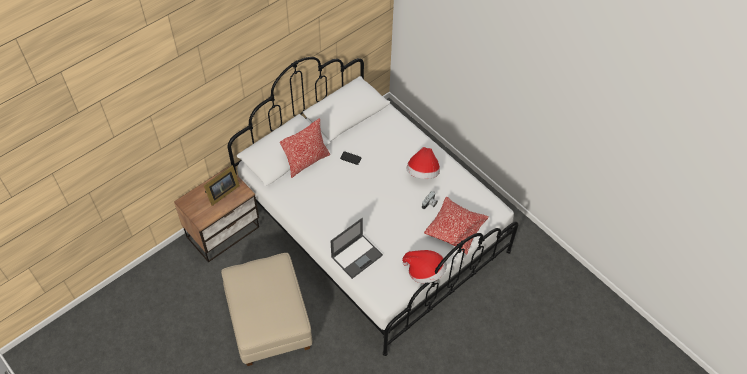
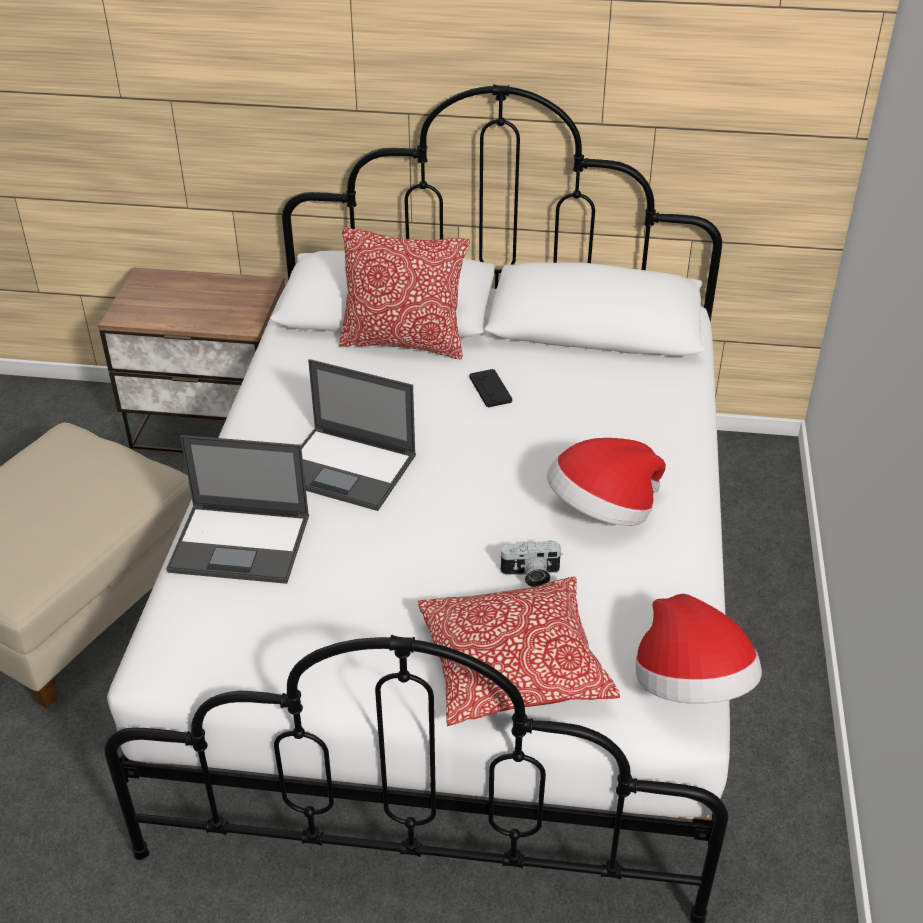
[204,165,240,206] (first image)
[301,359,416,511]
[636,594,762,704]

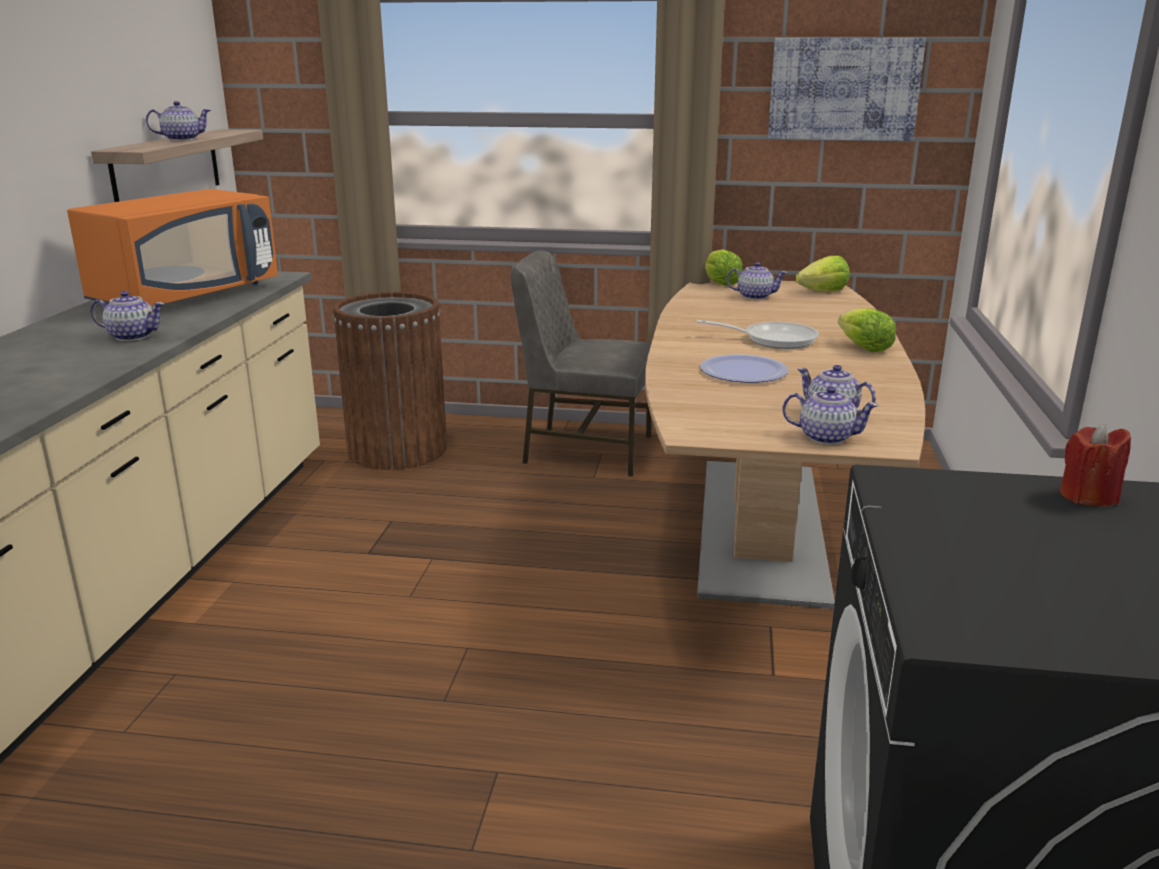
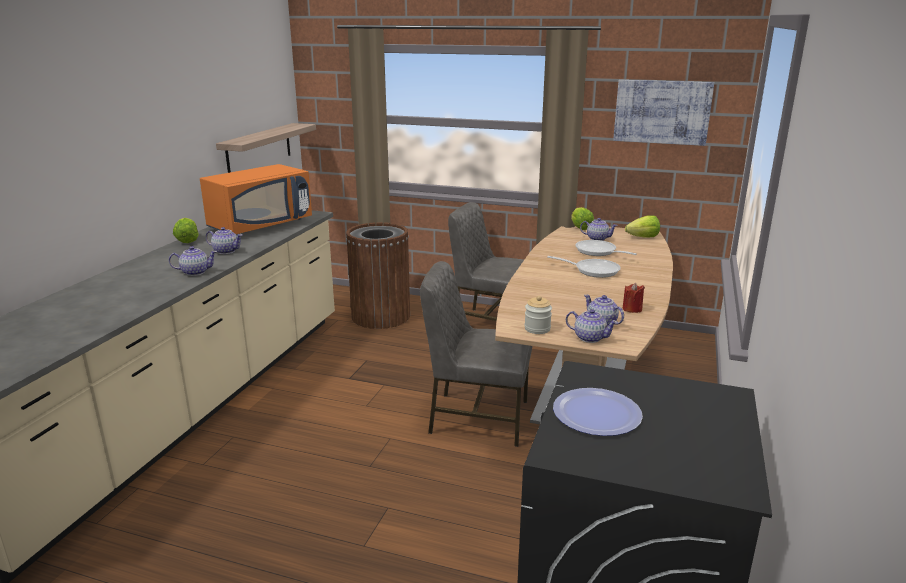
[420,261,533,447]
[524,296,552,334]
[575,240,637,256]
[169,246,217,276]
[553,388,643,436]
[173,218,199,243]
[622,283,645,313]

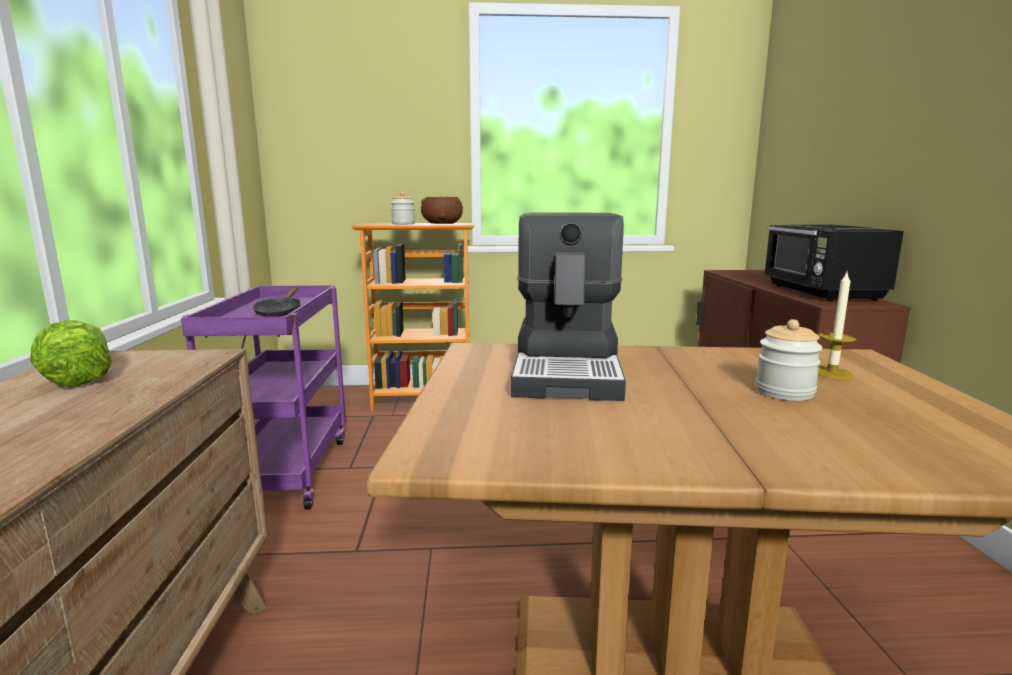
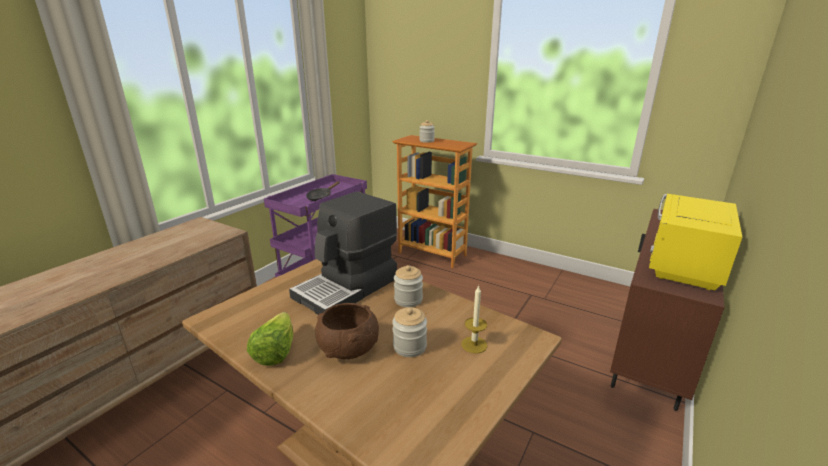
[394,265,423,307]
[247,312,293,366]
[315,303,379,359]
[649,194,742,290]

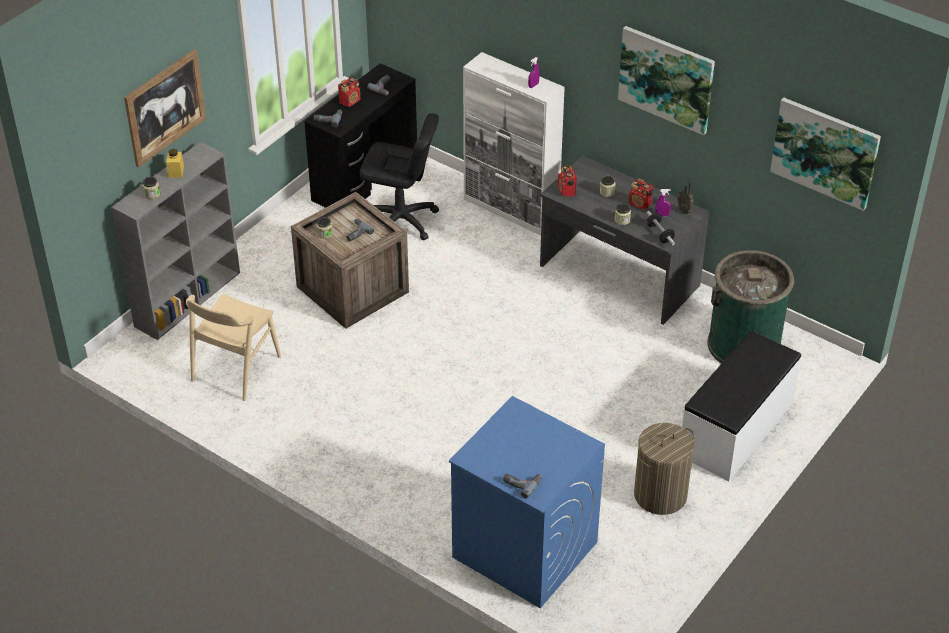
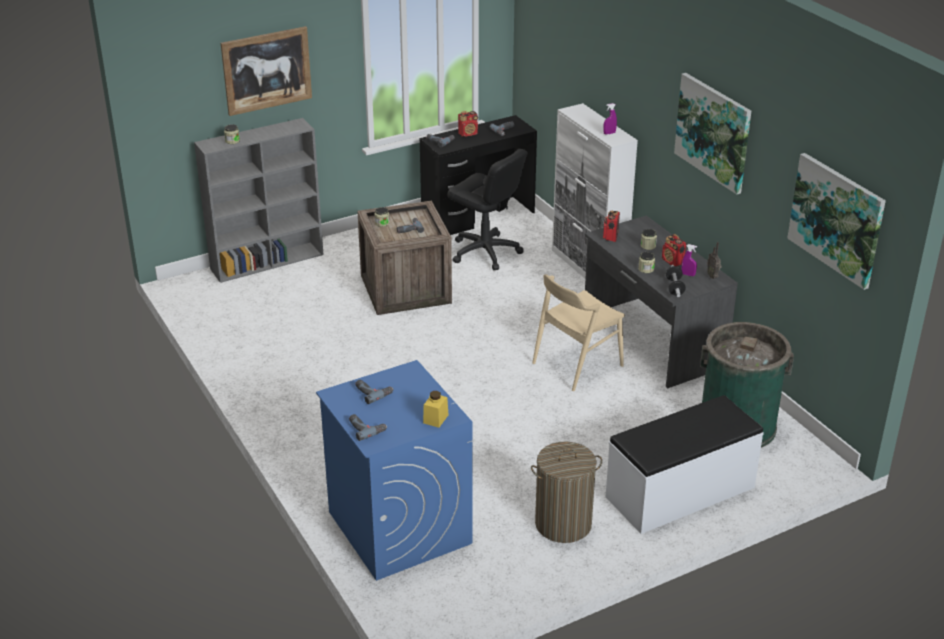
[355,380,393,404]
[423,391,449,428]
[532,274,625,391]

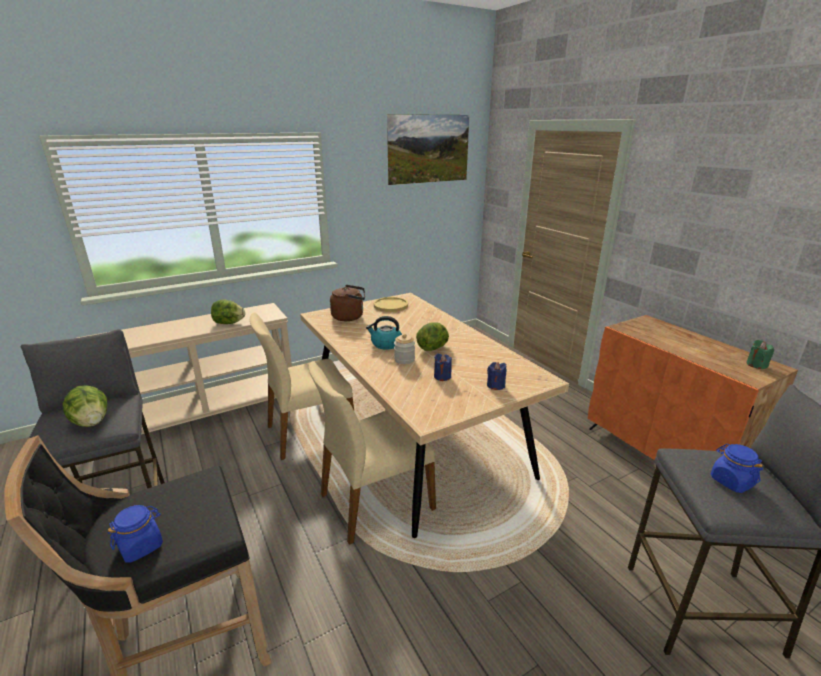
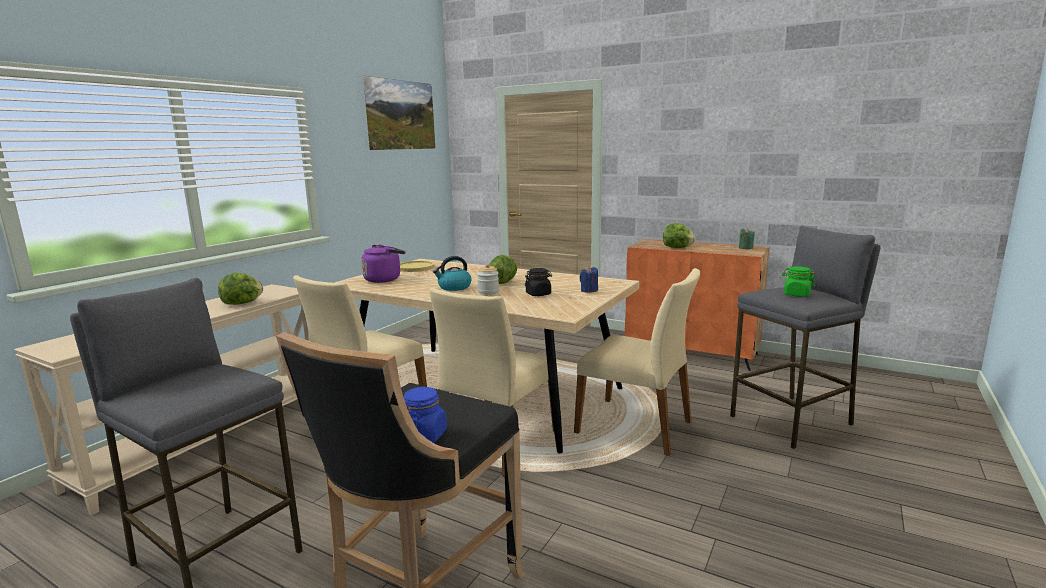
[574,268,700,456]
[663,223,695,248]
[525,268,552,296]
[361,245,405,283]
[782,266,815,297]

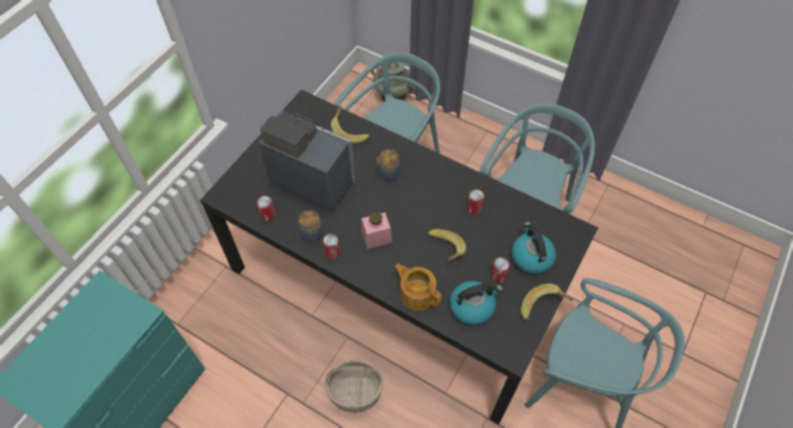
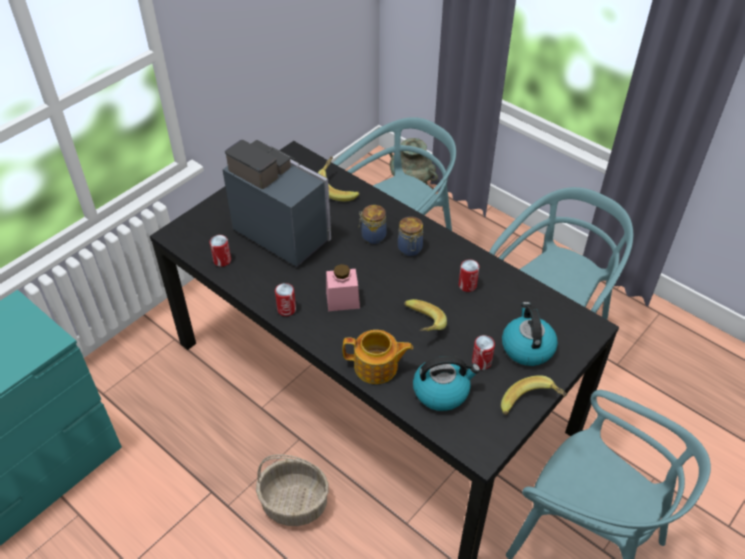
[398,217,423,256]
[343,330,413,384]

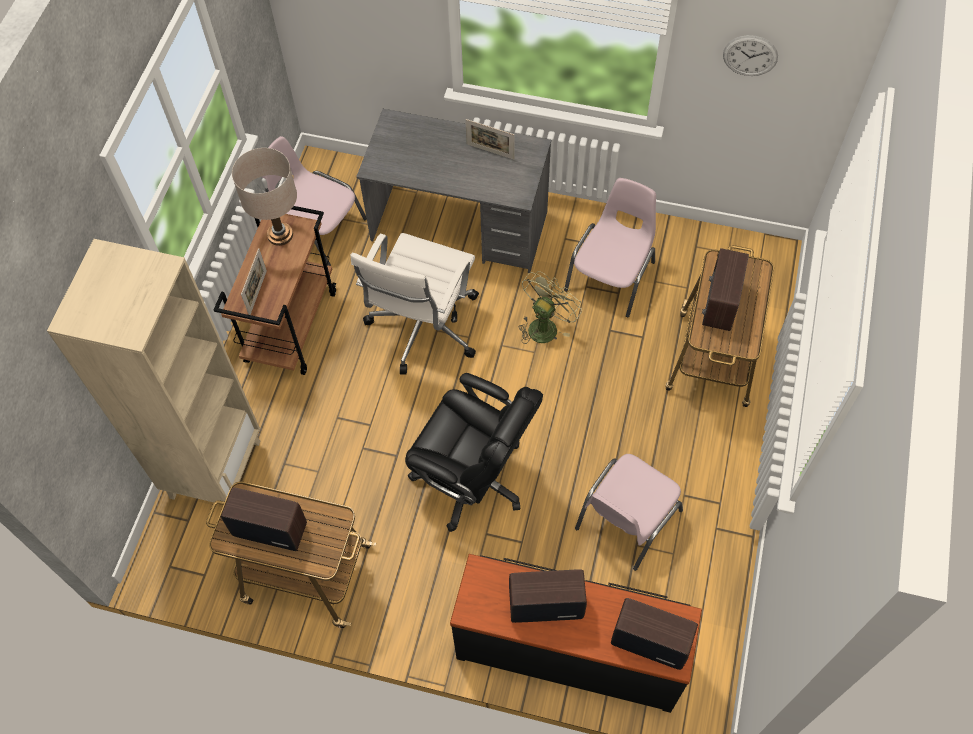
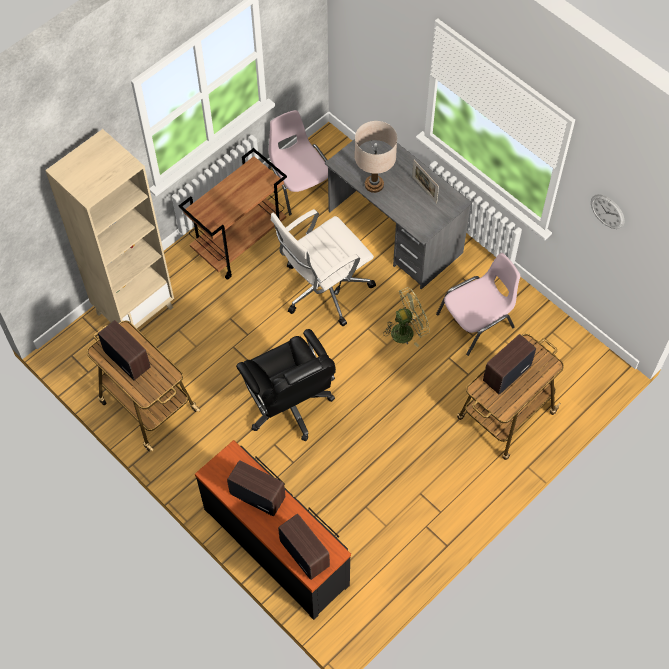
[241,248,267,315] (first image)
[575,454,683,571] (first image)
[355,121,397,193]

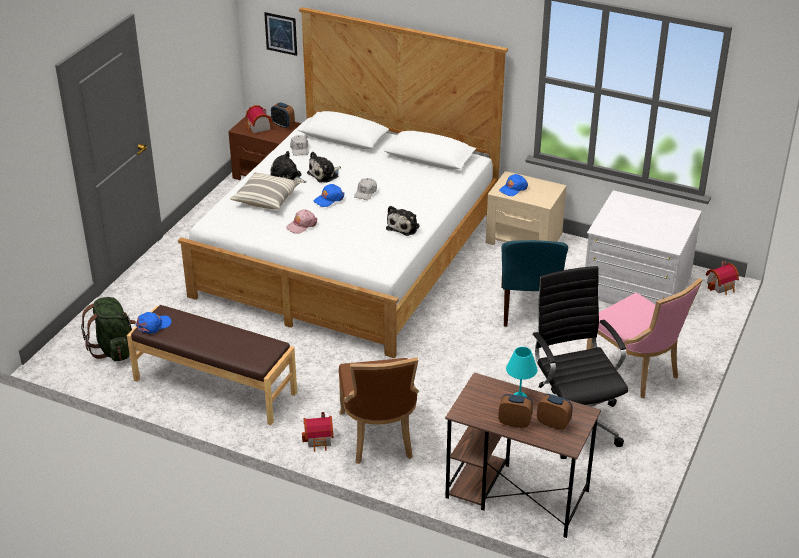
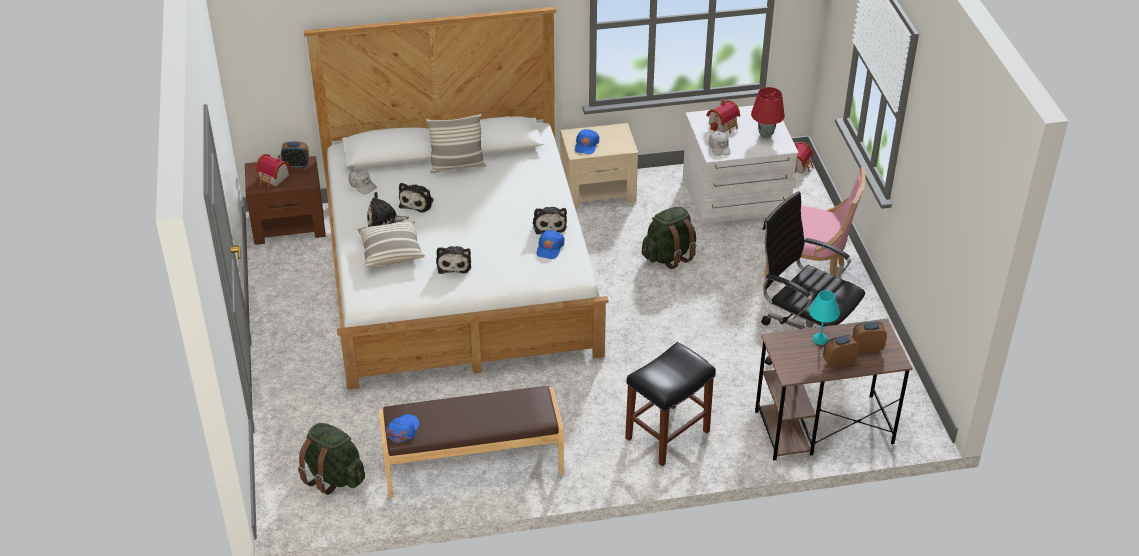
[264,12,297,56] (first image)
[426,114,486,174]
[751,87,785,138]
[706,99,740,134]
[536,230,565,259]
[709,131,731,156]
[436,246,471,274]
[625,342,716,466]
[642,207,696,269]

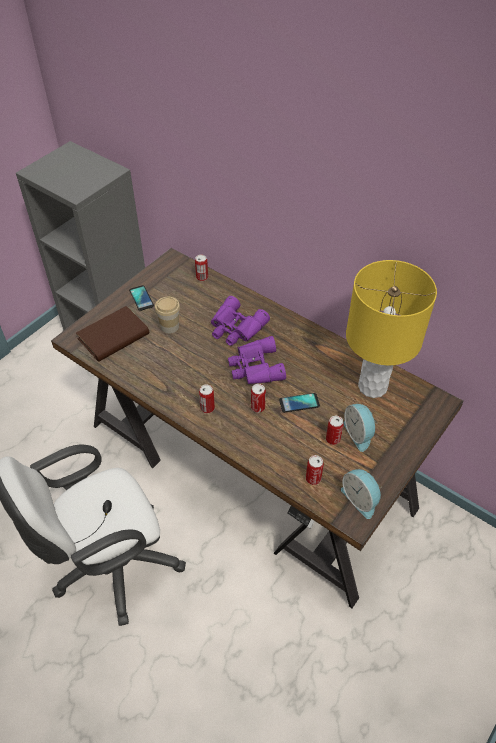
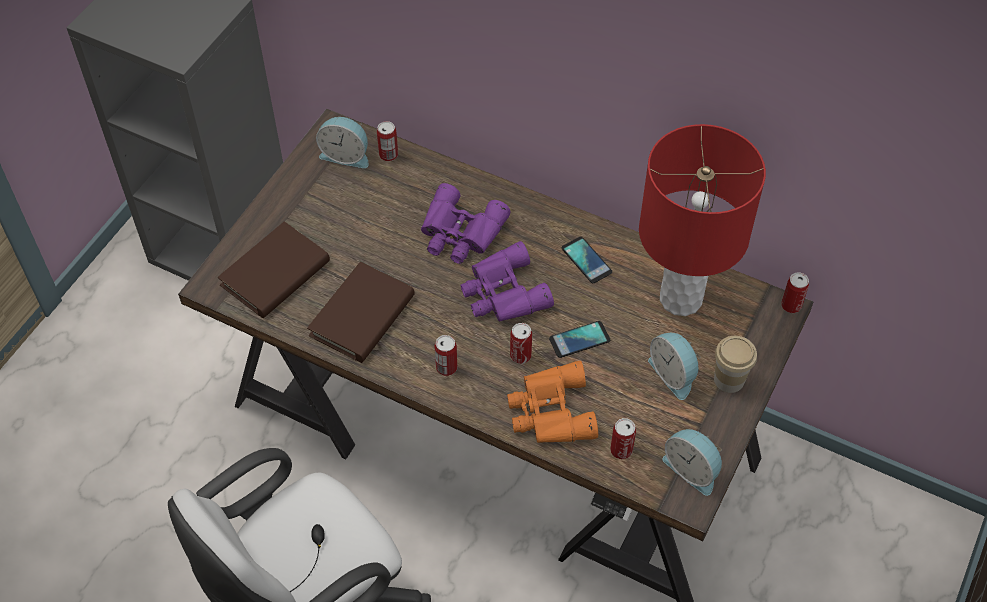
[307,262,415,363]
[316,117,368,168]
[507,361,598,443]
[562,237,612,283]
[714,336,757,393]
[781,272,809,313]
[639,124,766,316]

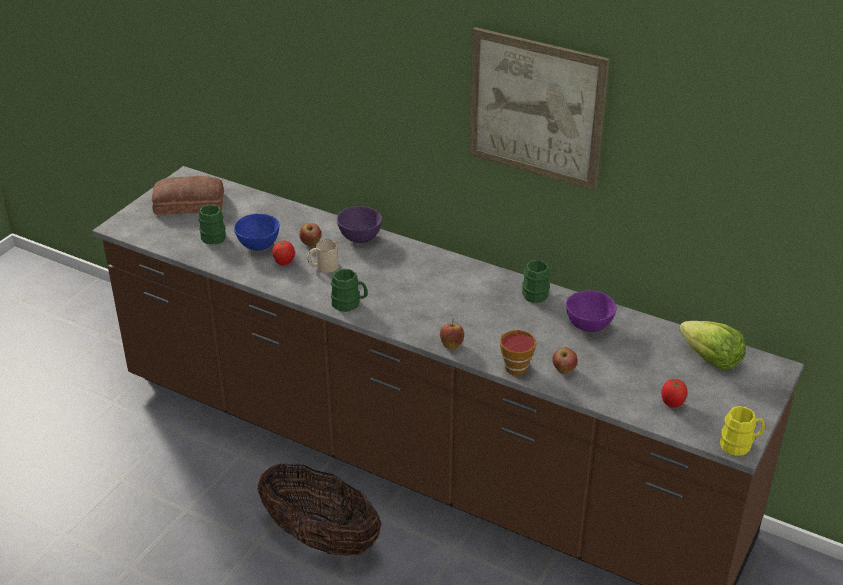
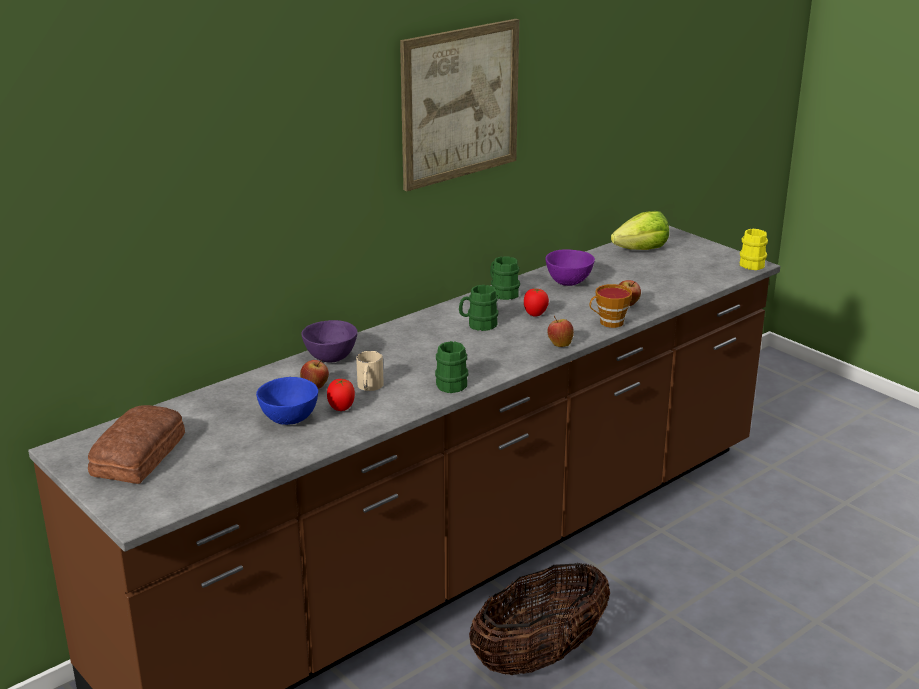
[459,285,499,331]
[524,289,549,317]

